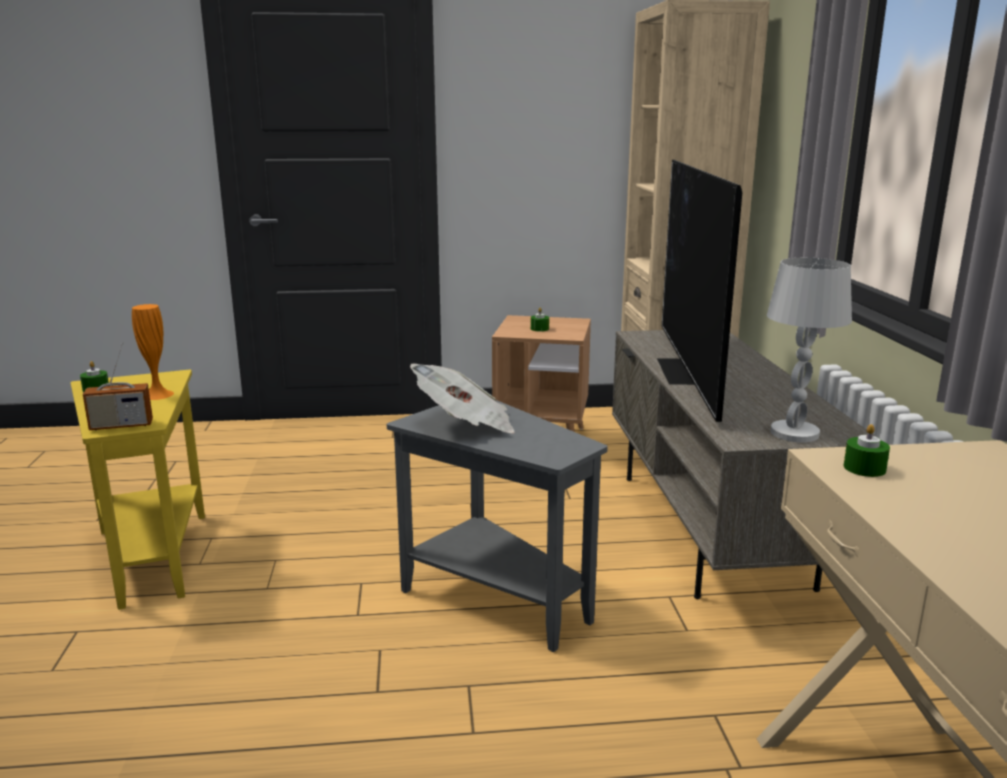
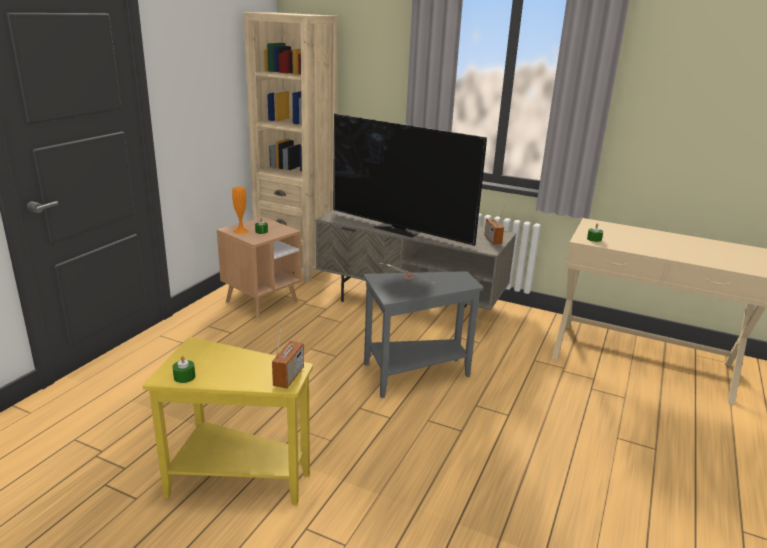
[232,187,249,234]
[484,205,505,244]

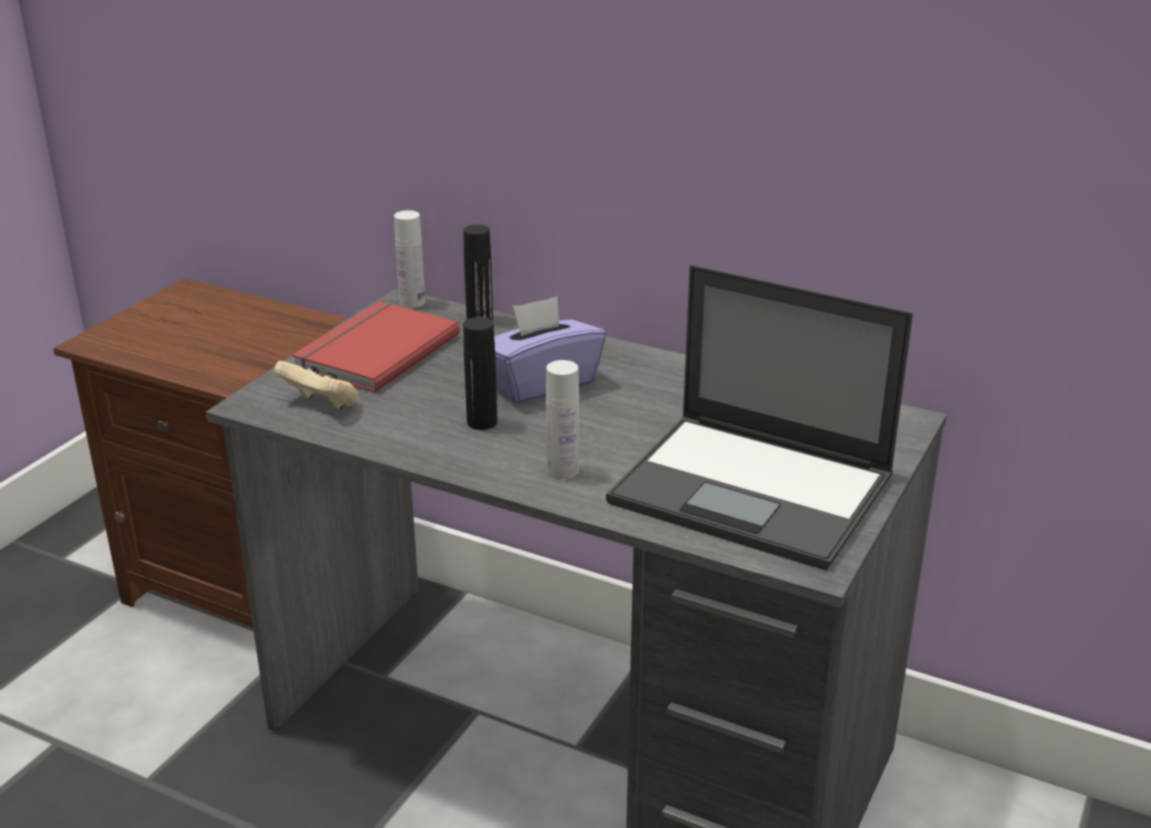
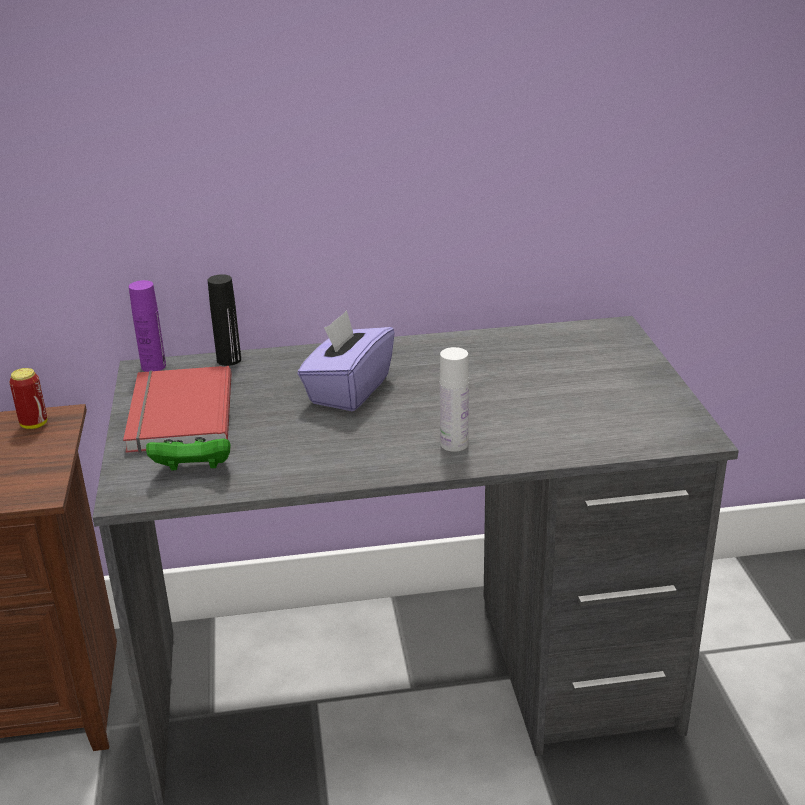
[463,317,497,430] (first image)
[606,265,913,571] (first image)
[9,368,47,429]
[146,437,230,471]
[129,280,166,372]

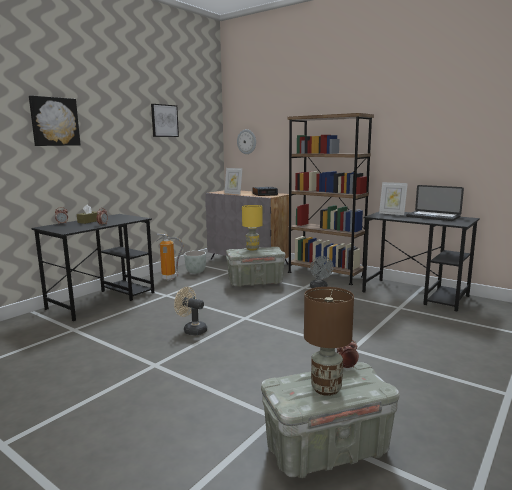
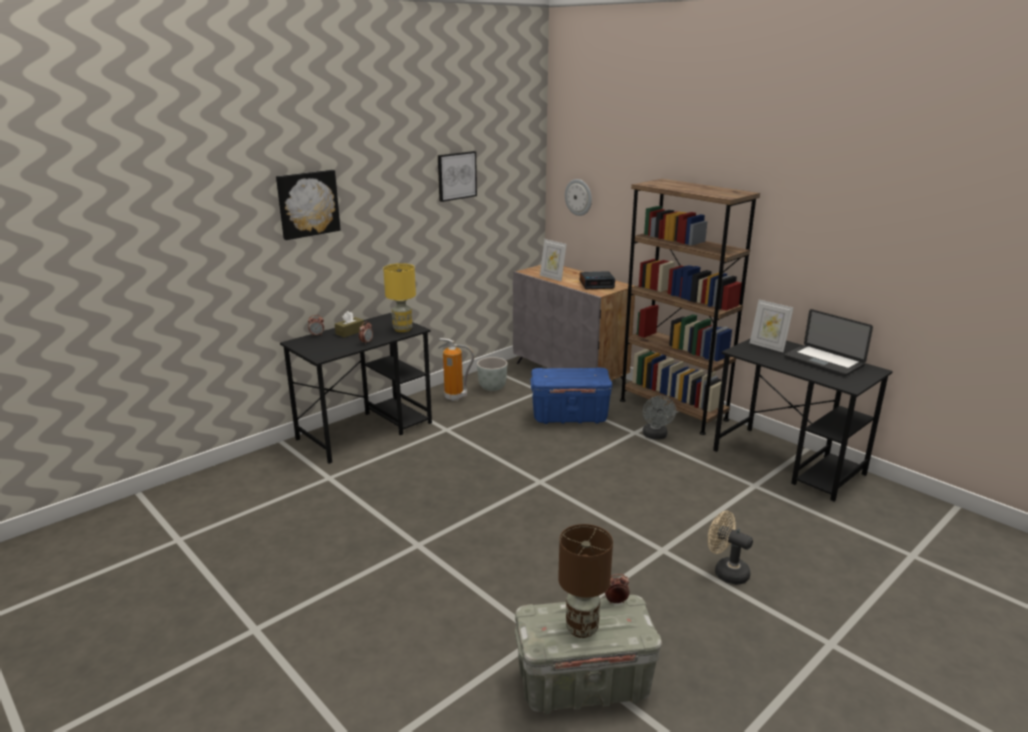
[708,511,753,585]
[383,263,416,332]
[531,368,612,424]

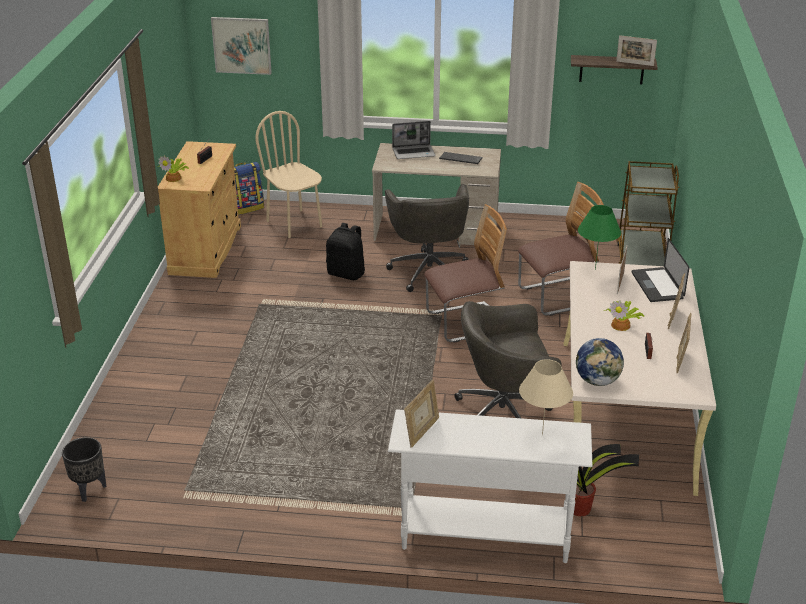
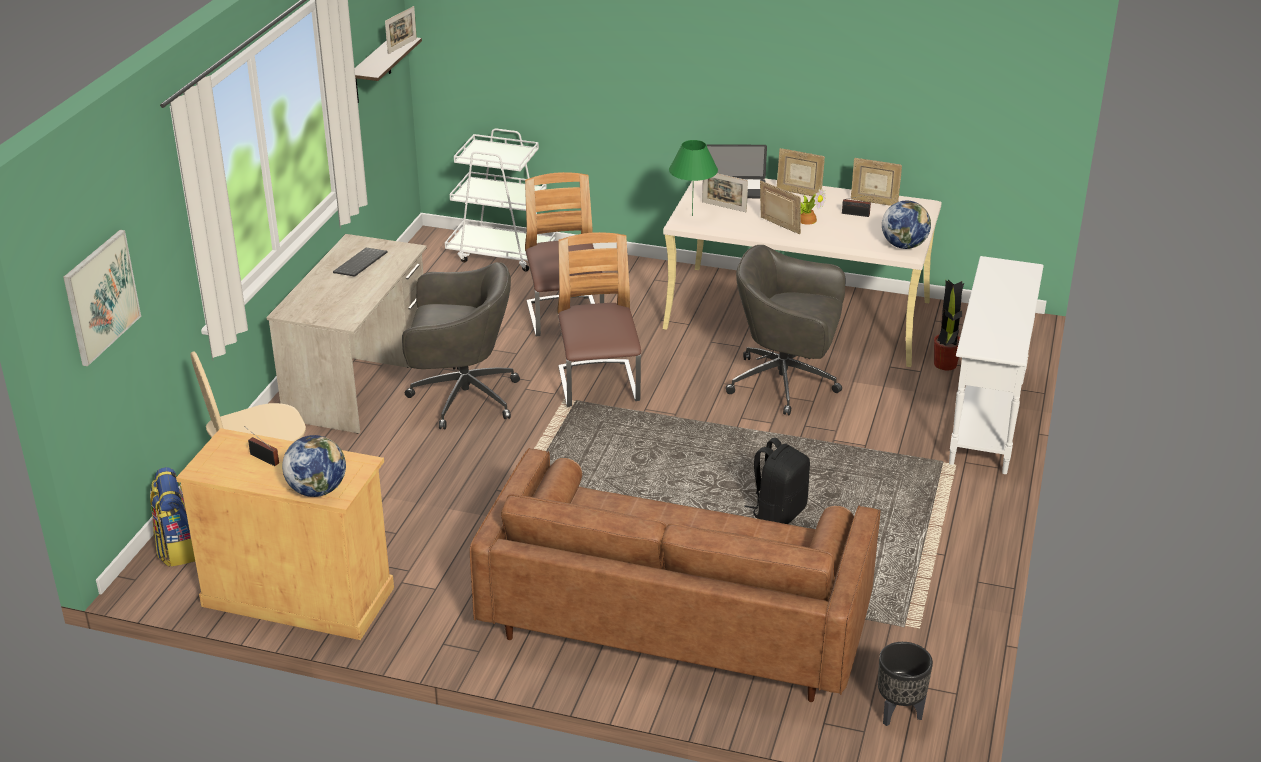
[392,121,436,159] (first image)
[519,359,573,435] (first image)
[470,448,880,702]
[744,438,810,524]
[760,181,801,234]
[282,435,346,497]
[445,129,556,271]
[726,245,845,415]

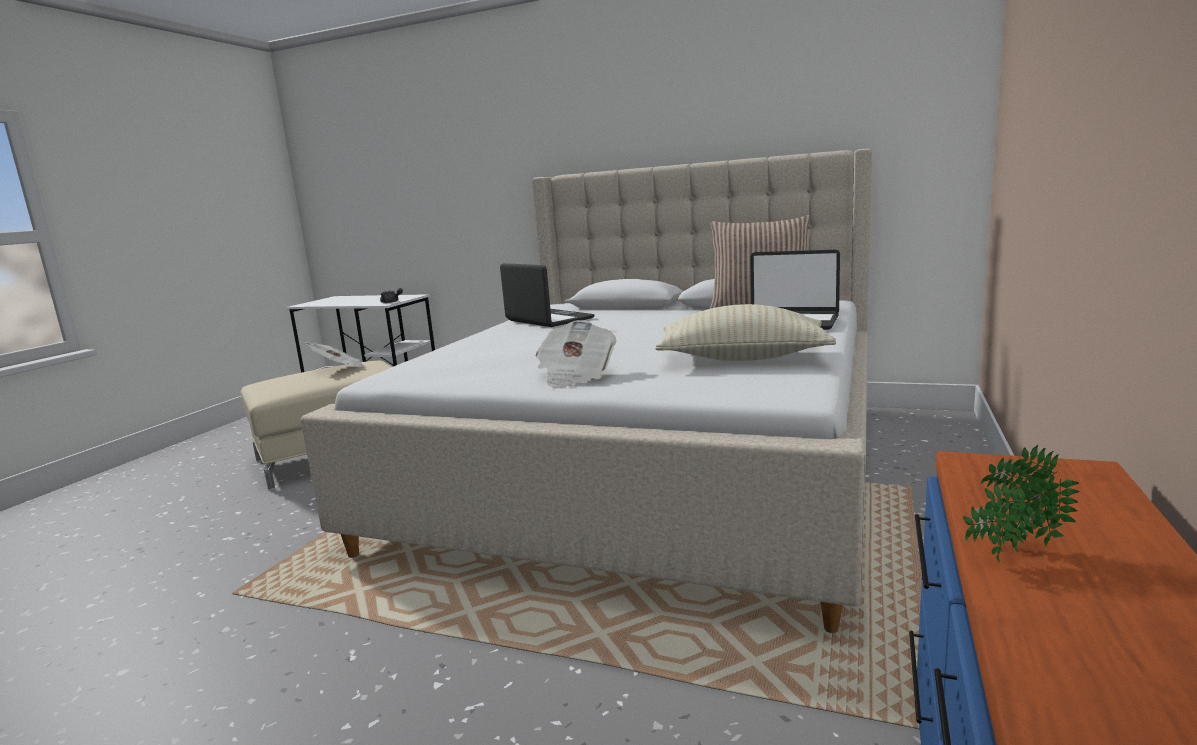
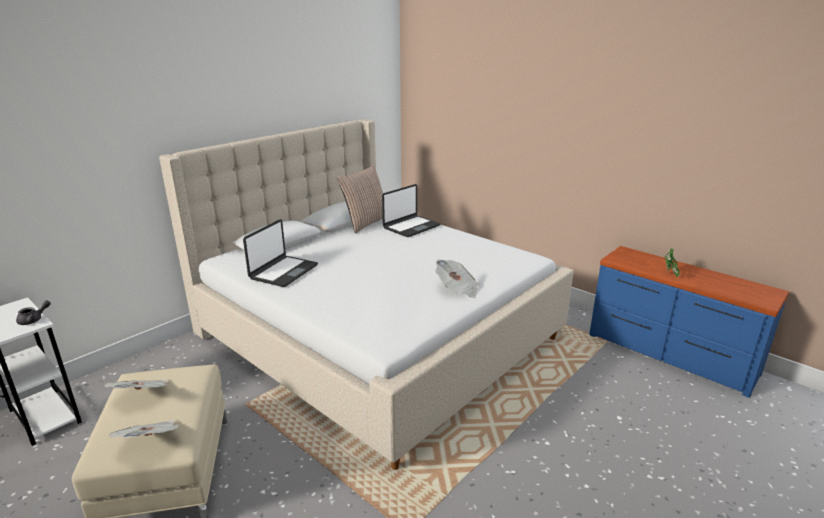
[655,304,836,361] (first image)
[109,420,179,439]
[243,219,318,287]

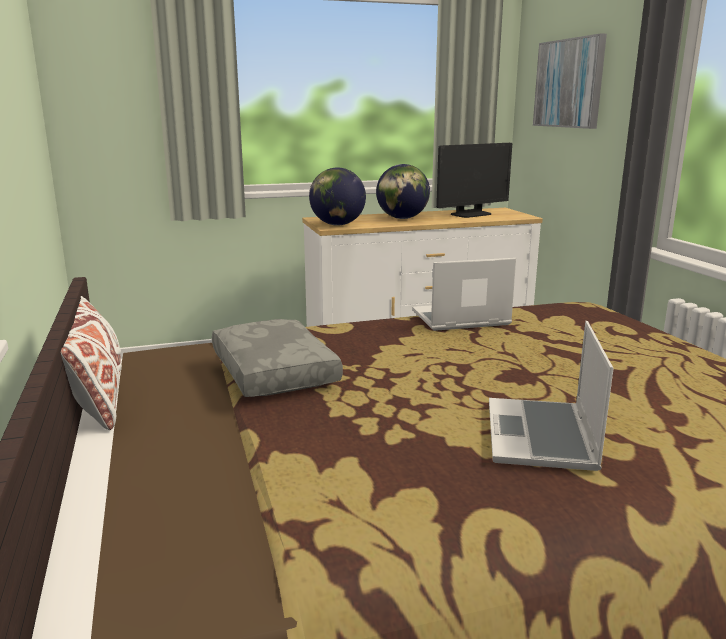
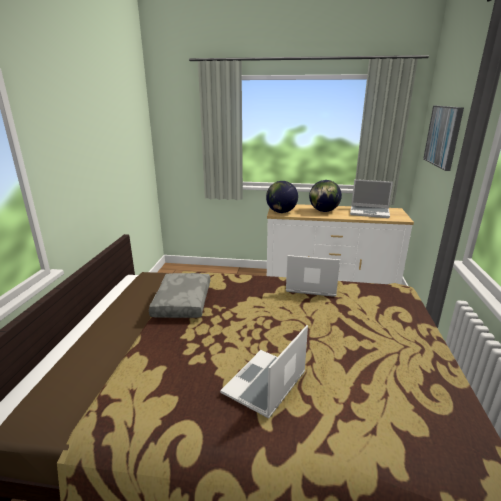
[61,296,122,430] (first image)
[350,179,393,218]

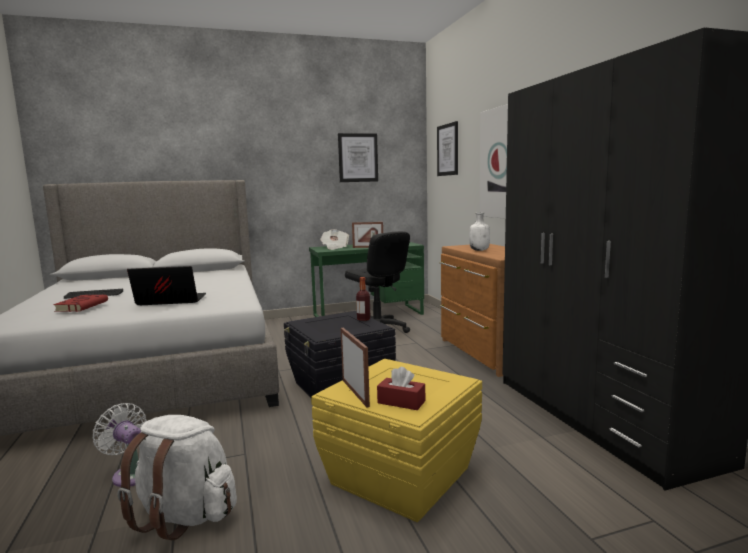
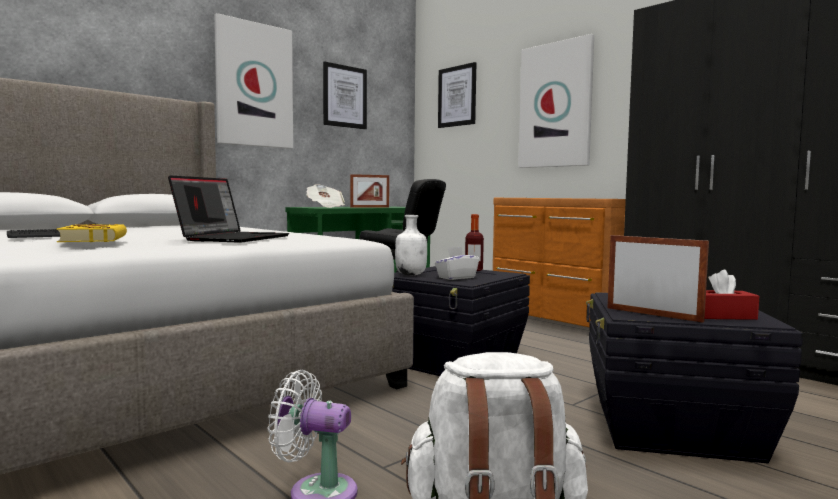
[214,13,293,149]
[435,247,479,280]
[395,215,427,275]
[56,224,127,242]
[586,292,803,463]
[168,175,289,243]

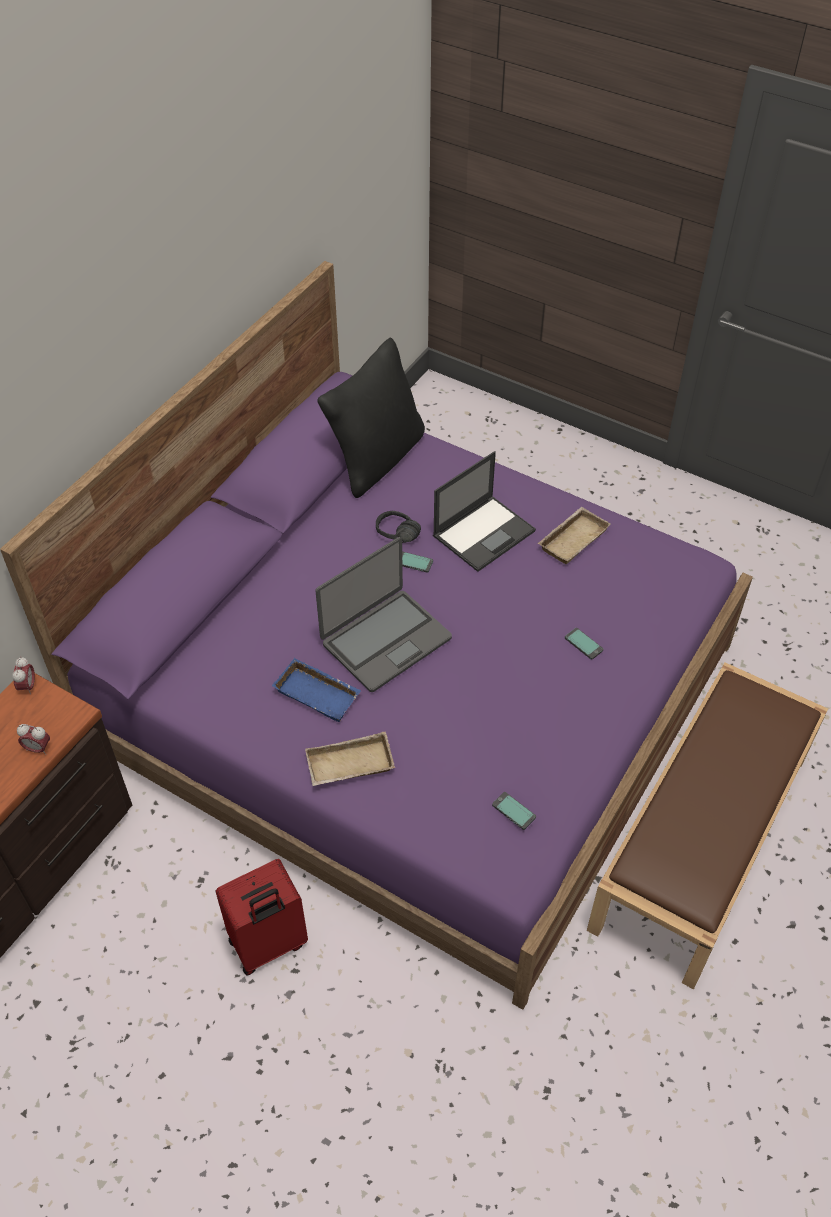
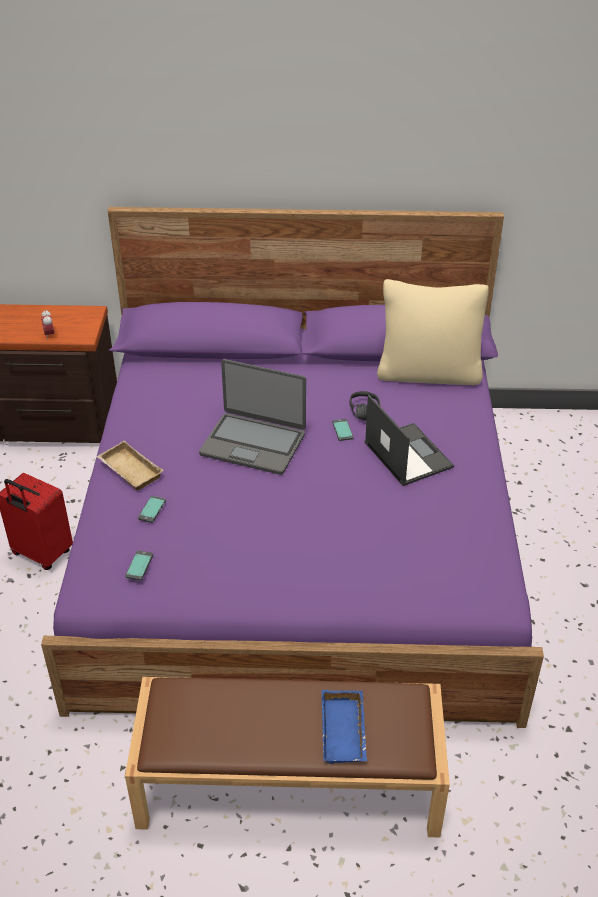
[12,657,35,695] (first image)
[538,507,610,564] (first image)
[321,690,367,764]
[138,496,166,523]
[377,279,489,385]
[365,395,454,486]

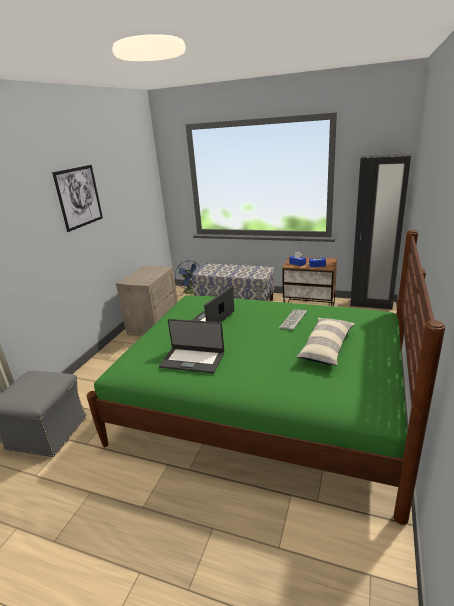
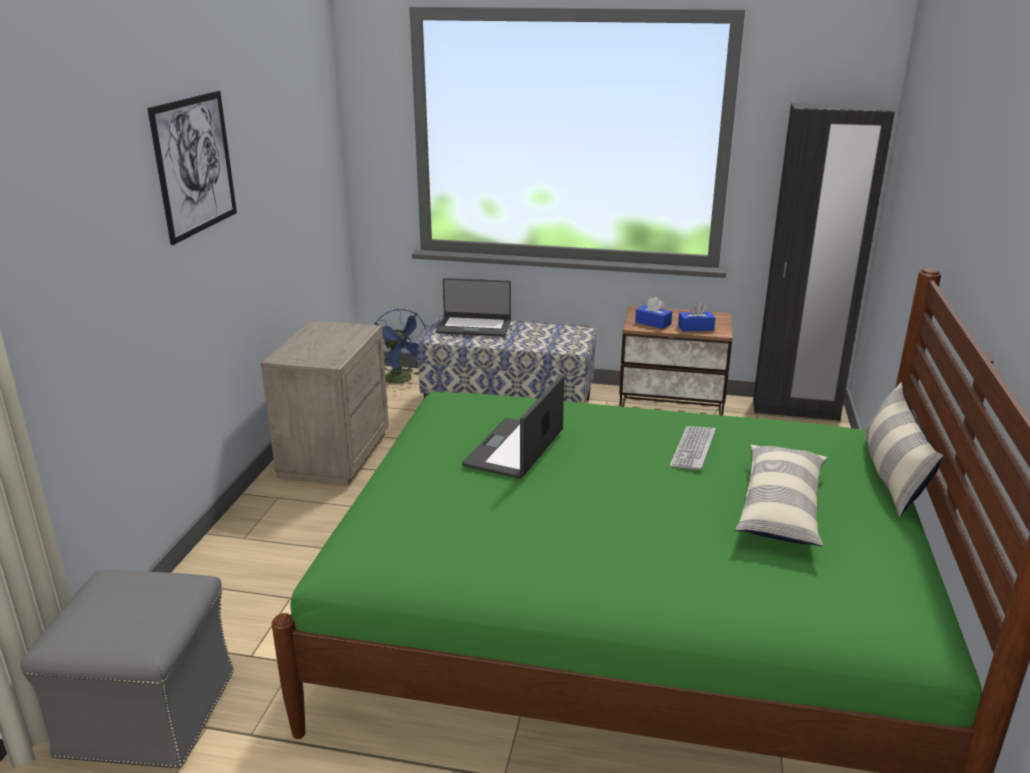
[864,382,944,517]
[436,278,511,337]

